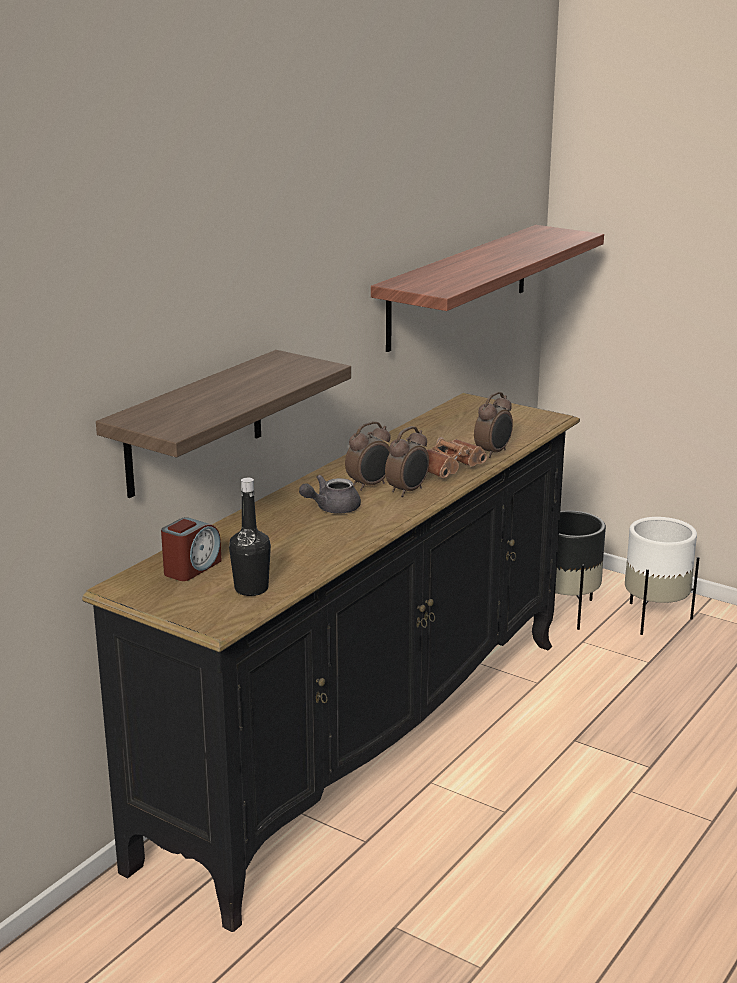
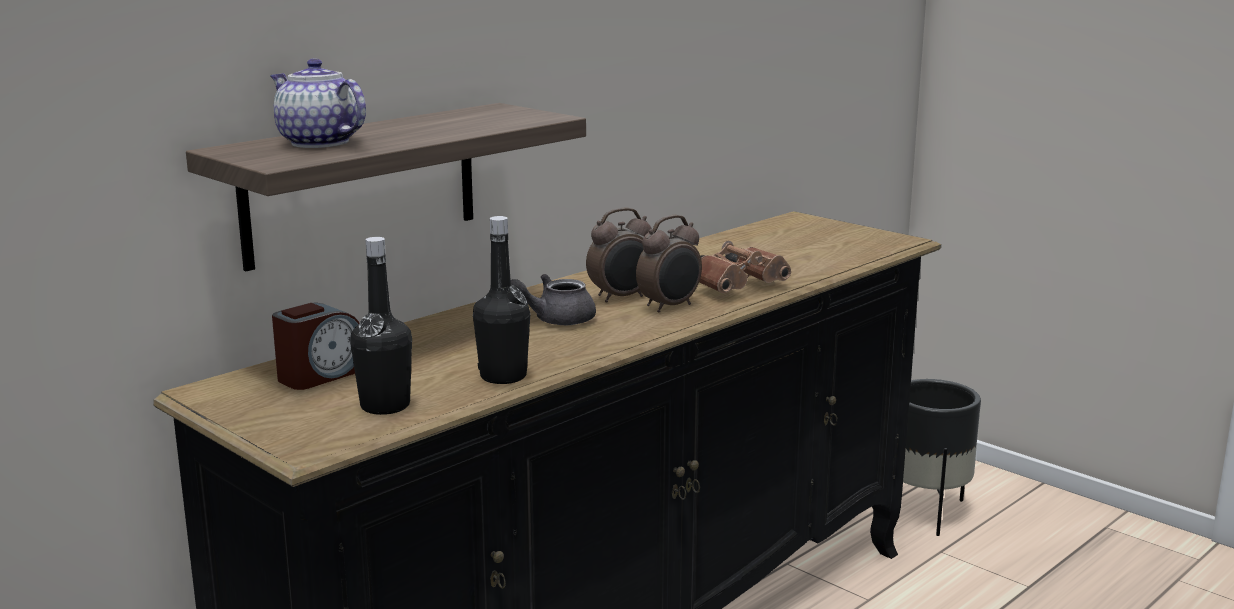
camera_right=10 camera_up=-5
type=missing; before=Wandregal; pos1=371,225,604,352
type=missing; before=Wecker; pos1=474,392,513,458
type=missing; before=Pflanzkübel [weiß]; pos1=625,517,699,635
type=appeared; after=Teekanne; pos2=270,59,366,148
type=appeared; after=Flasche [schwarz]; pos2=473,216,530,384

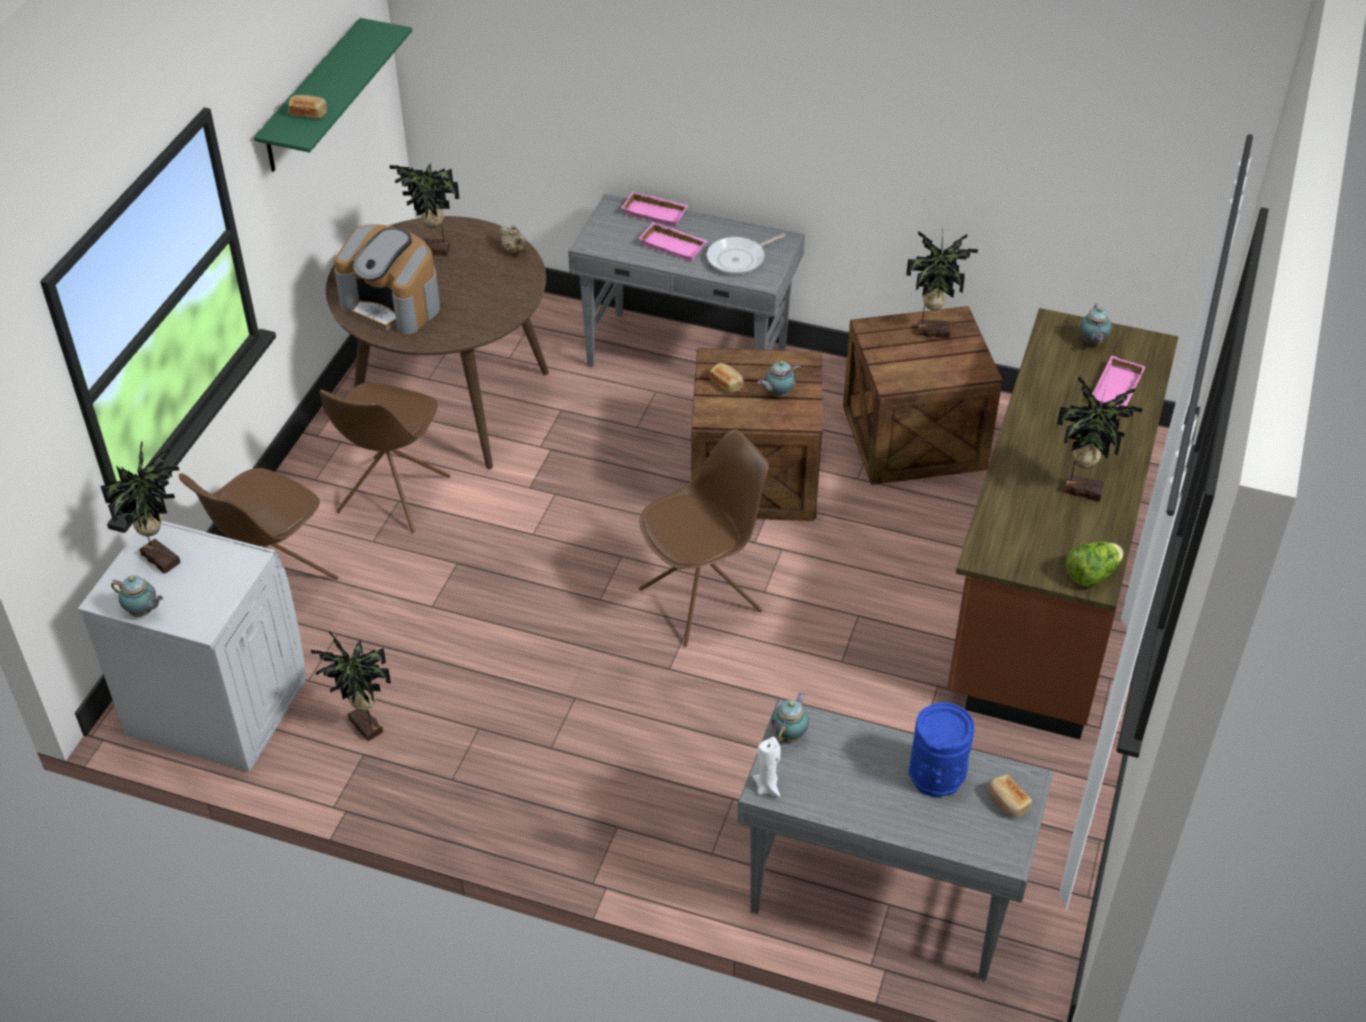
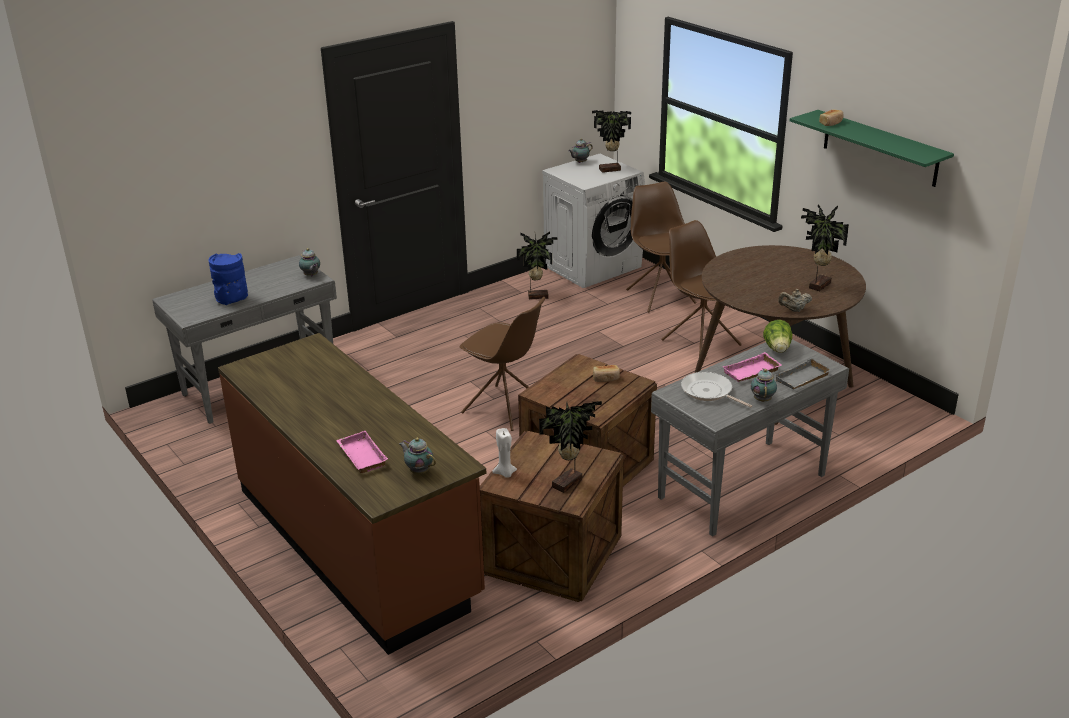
camera_right=125 camera_up=-15
type=missing; before=Kaffeemaschine; pos1=334,224,440,334
type=colour; before=Tablett [rosa]; after=Tablett [grau]; pos1=621,191,689,227; pos2=775,357,833,389
type=spun; before=Stuhl [braun]; pos1=639,429,769,646; pos2=459,297,545,431; turn=-60
type=spun; before=Pfanne; pos1=707,233,786,275; pos2=681,372,752,408; turn=-45
type=relocated; before=Kerze [weiß]; pos1=753,737,781,797; pos2=492,428,517,478
type=relocated; before=Teekanne; pos1=758,361,802,397; pos2=751,369,777,402
type=missing; before=Brot; pos1=988,774,1032,818
type=missing; before=Topfpflanze; pos1=1057,376,1143,501
type=relocated; before=Salatkopf; pos1=1066,542,1123,587; pos2=763,320,792,353

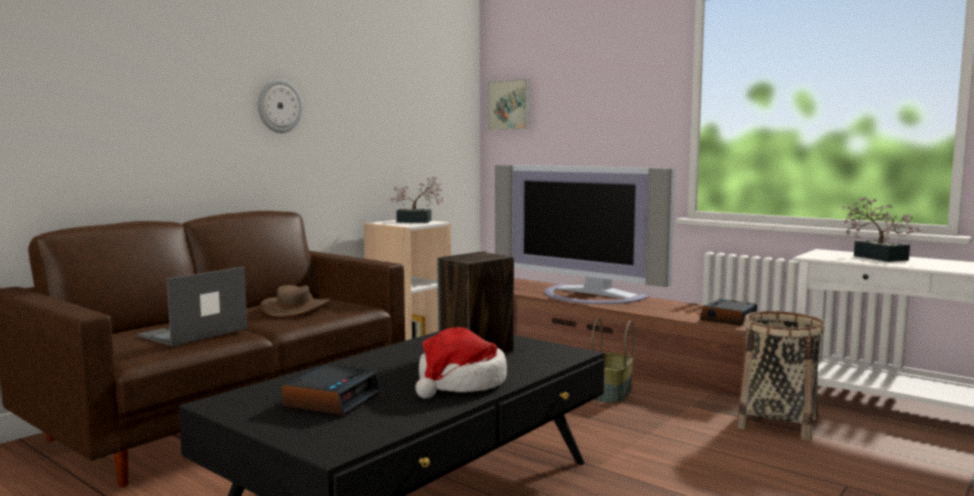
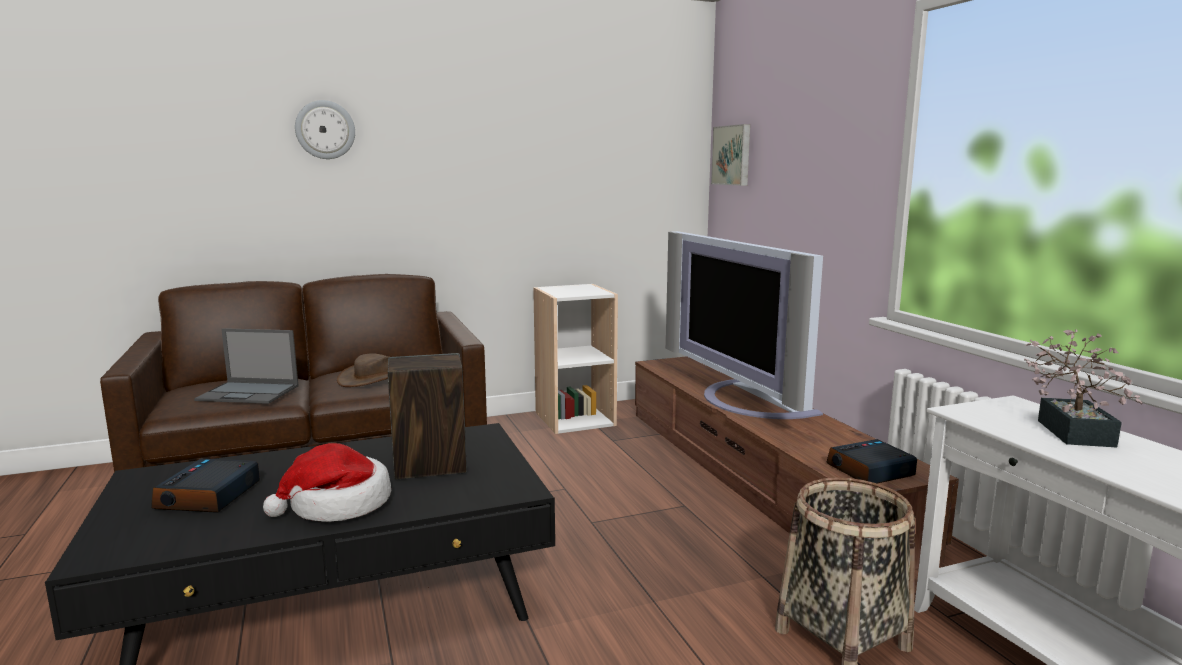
camera_right=30 camera_up=5
type=spun; before=Laptop; pos1=137,267,247,347; pos2=194,328,299,404; turn=-150
type=relocated; before=Wanduhr; pos1=257,79,303,133; pos2=295,100,355,159
type=spun; before=Wecker; pos1=281,365,381,416; pos2=151,458,260,513; turn=135
type=missing; before=Topfpflanze; pos1=389,177,443,223
type=missing; before=Korb; pos1=592,318,634,404

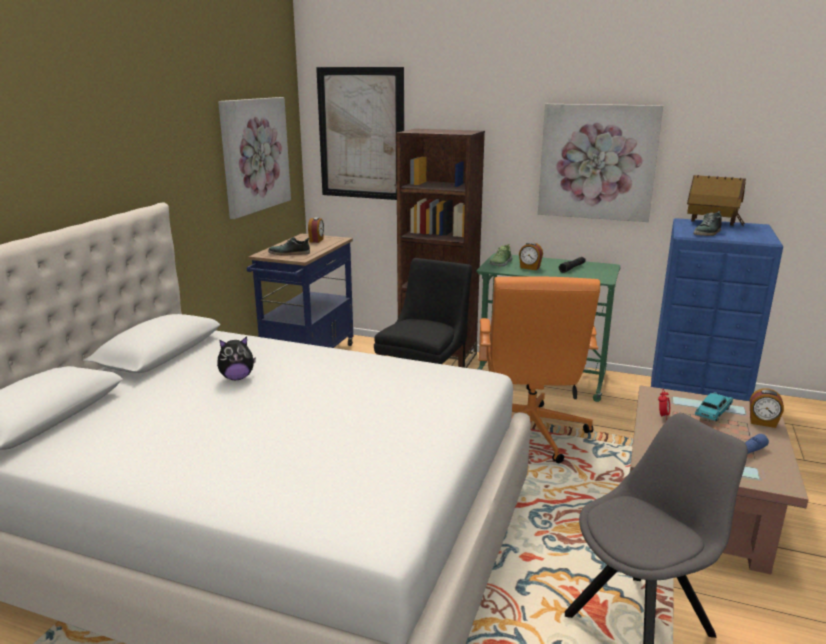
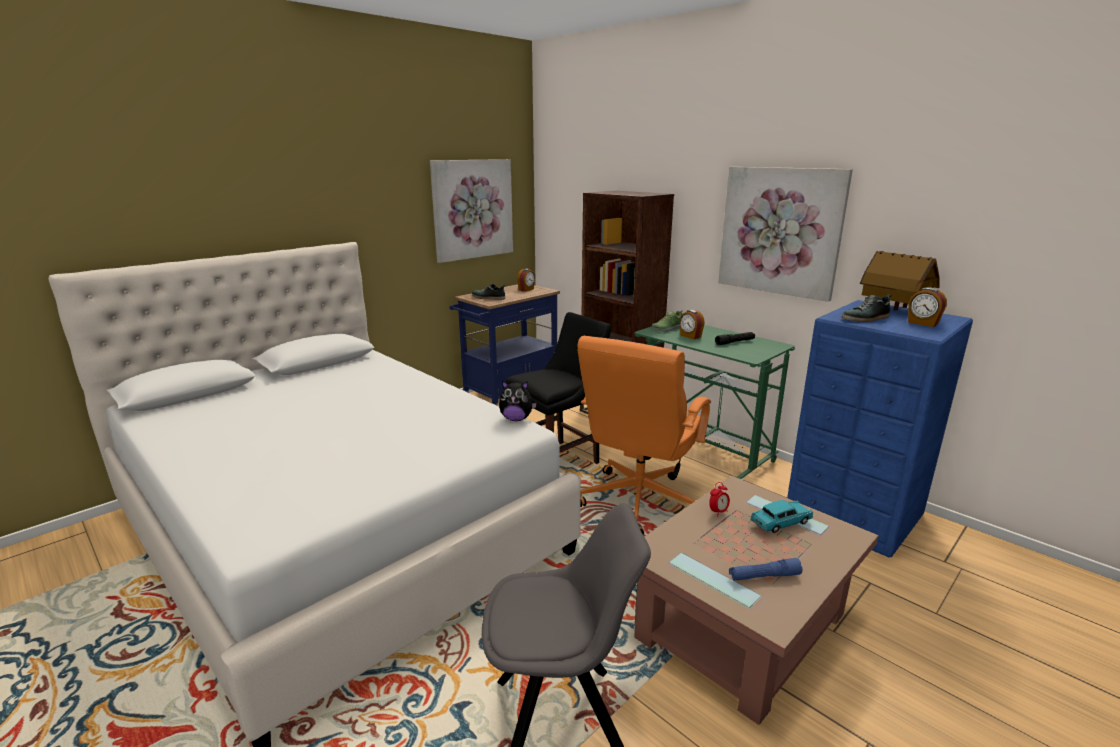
camera_right=25 camera_up=0
type=relocated; before=Plüschtier; pos1=217,337,256,380; pos2=499,380,537,421
type=missing; before=Bild; pos1=316,67,404,200
type=relocated; before=Wecker; pos1=750,389,784,428; pos2=908,287,947,327

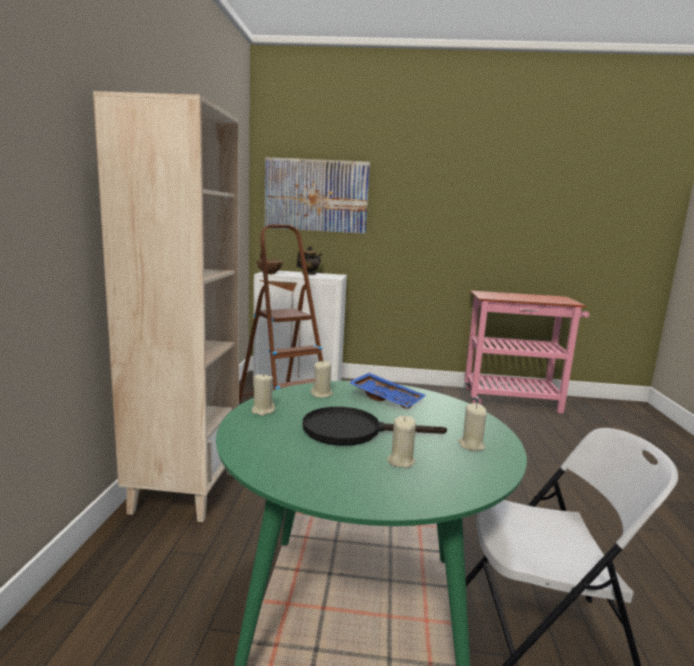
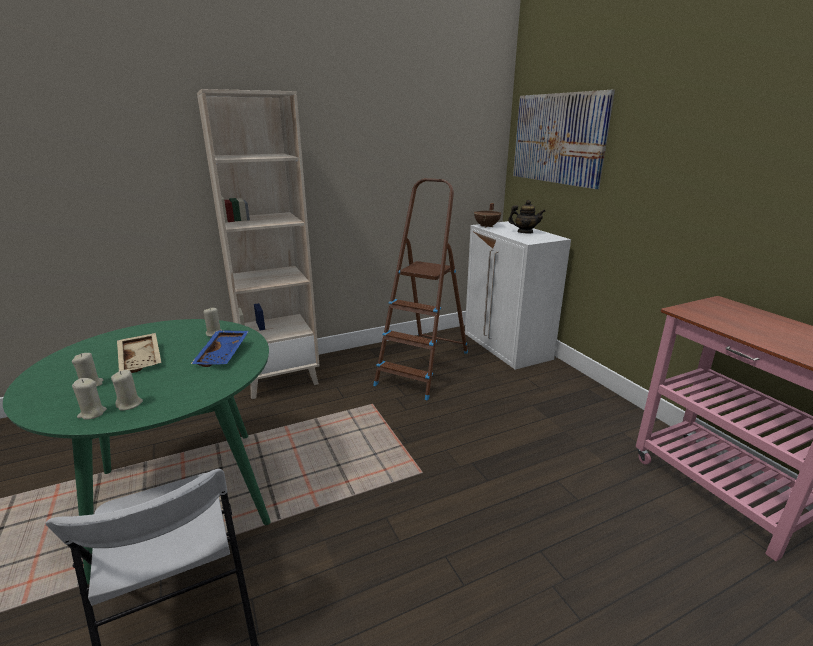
camera_right=60 camera_up=10
type=relocated; before=Kerze [beige]; pos1=252,373,275,416; pos2=72,378,107,420
type=exchanged; before=Pfanne [schwarz]; after=Tablett [beige]; pos1=303,407,447,446; pos2=117,333,161,373

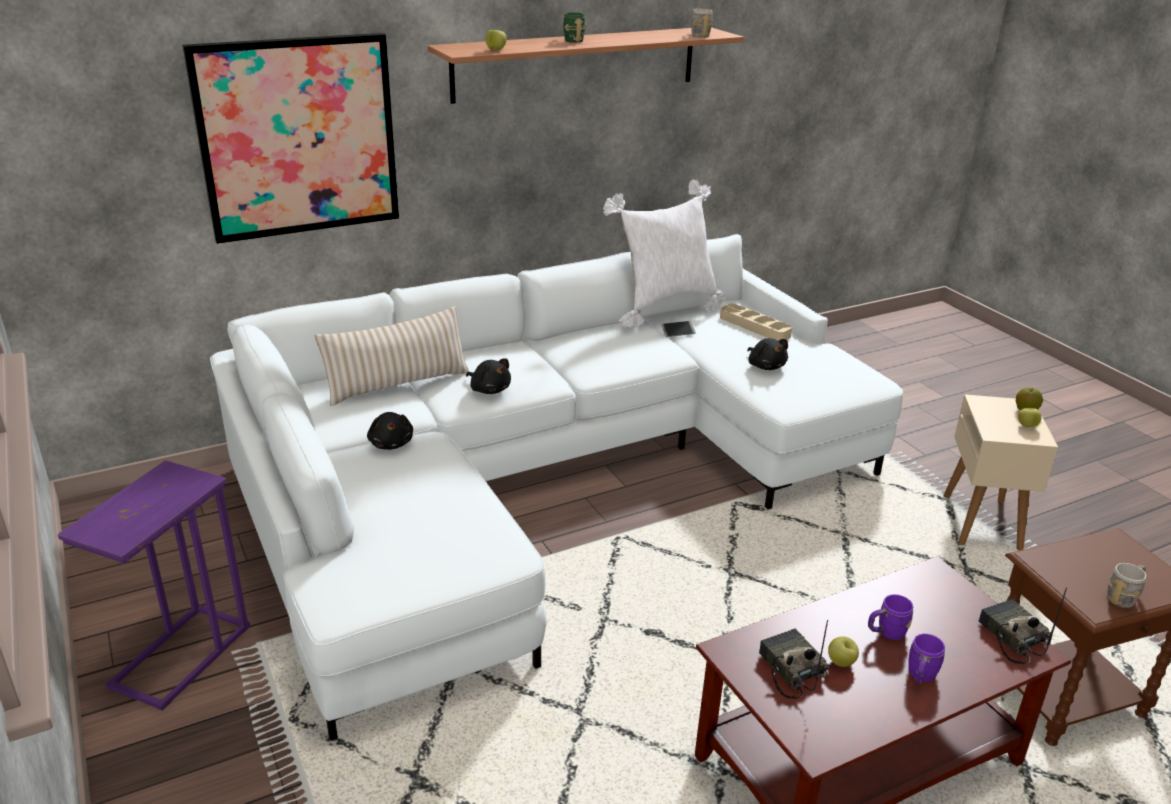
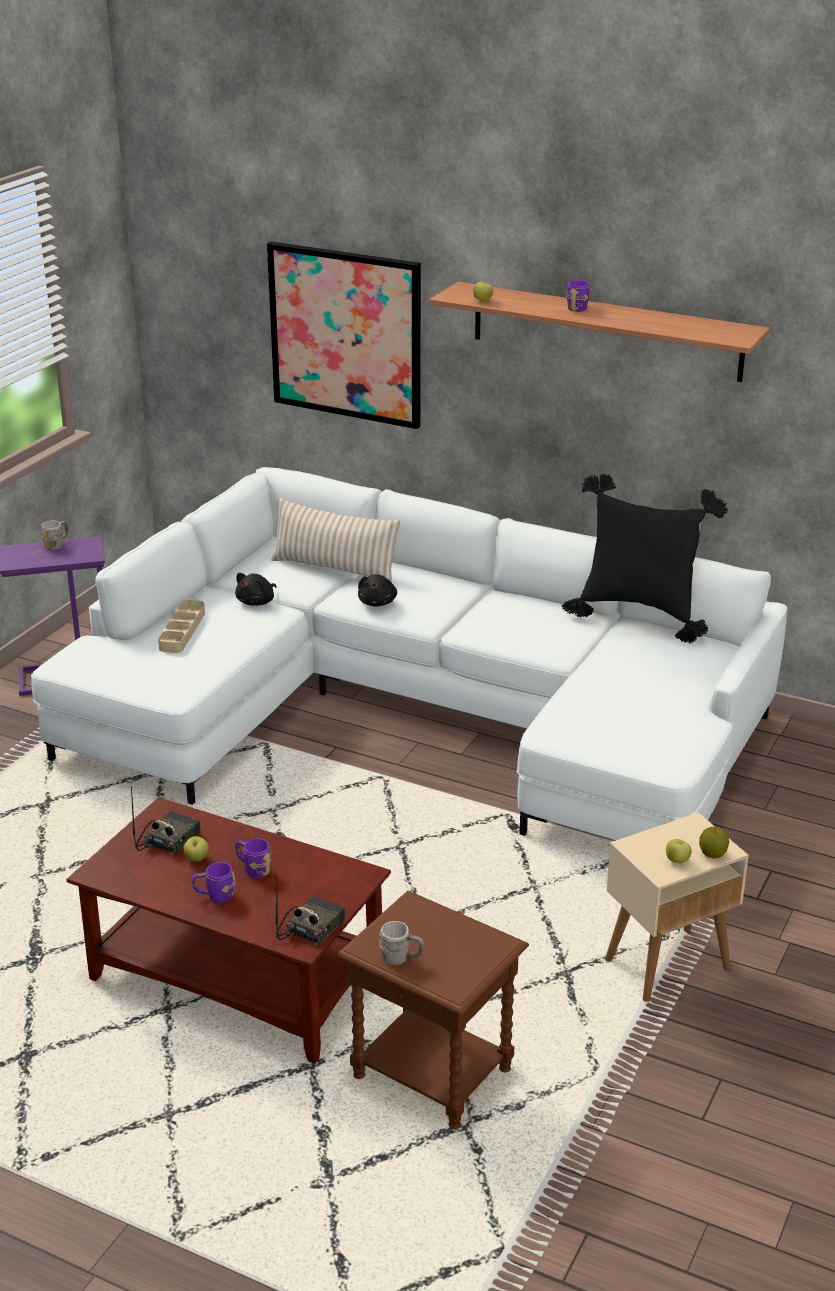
camera_right=55 camera_up=0
type=colour; before=Henkelbecher [grün]; after=Henkelbecher [lila]; pos1=564,12,586,43; pos2=566,280,589,312
type=colour; before=Kissen [weiß]; after=Kissen [schwarz]; pos1=603,179,726,328; pos2=562,473,728,644
type=missing; before=Handy; pos1=661,321,696,337
type=relocated; before=Henkelbecher [grau]; pos1=691,9,713,38; pos2=41,521,69,550
type=relocated; before=Tablett [beige]; pos1=720,303,792,341; pos2=158,600,205,653
type=missing; before=Plüschtier [schwarz]; pos1=747,338,788,370

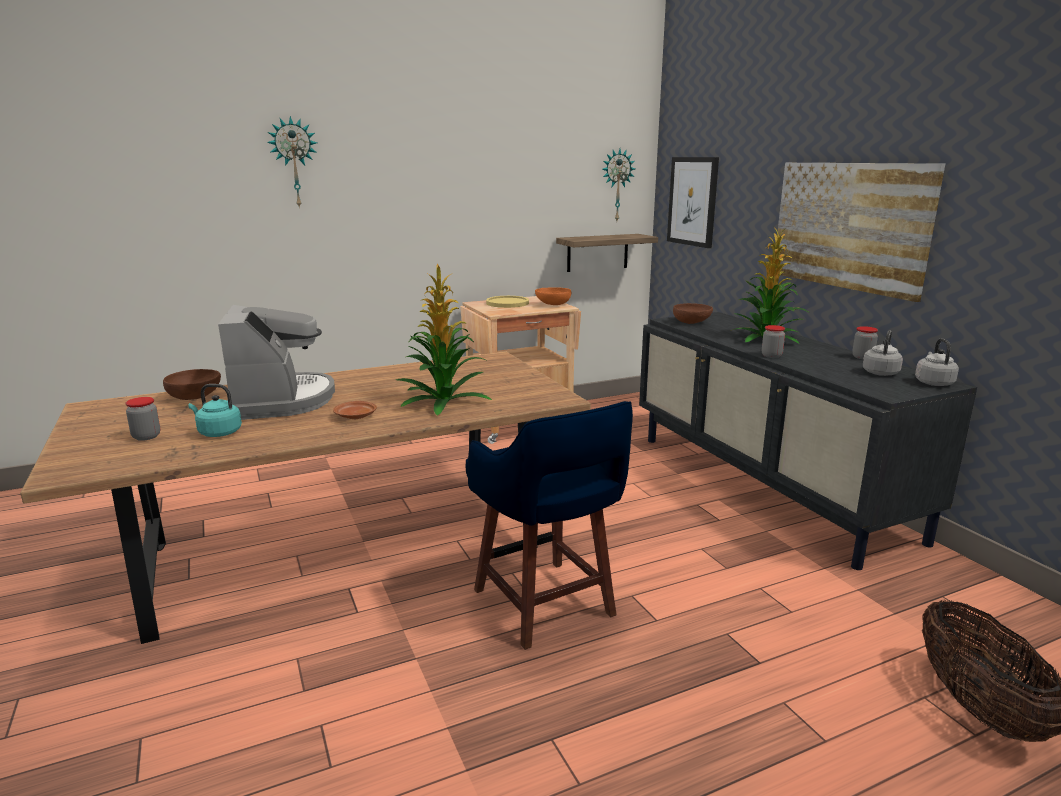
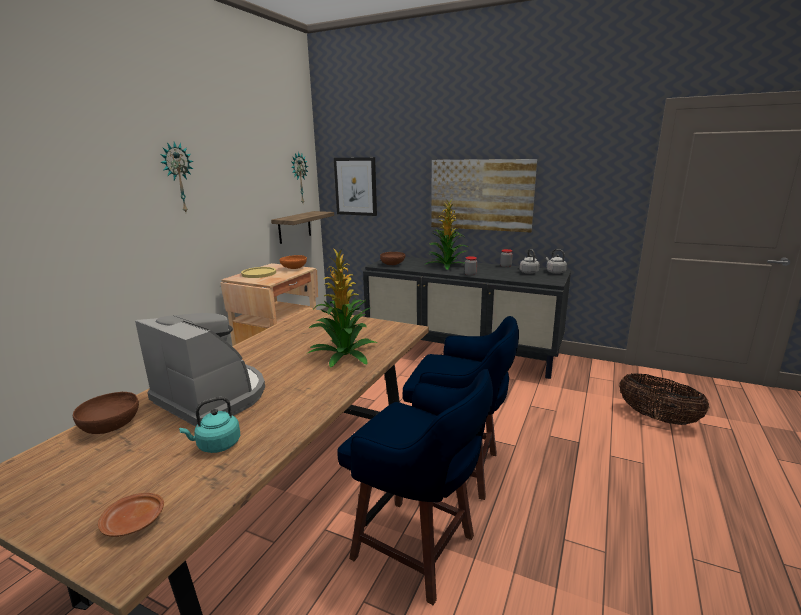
camera_right=-40 camera_up=0
type=missing; before=Vorratsglas; pos1=125,397,160,441
type=relocated; before=Wanduhr; pos1=267,116,317,209; pos2=160,142,193,212
type=relocated; before=Teller [braun]; pos1=333,401,377,419; pos2=98,493,164,537
type=appeared; after=Hocker [blau]; pos2=337,369,493,605

